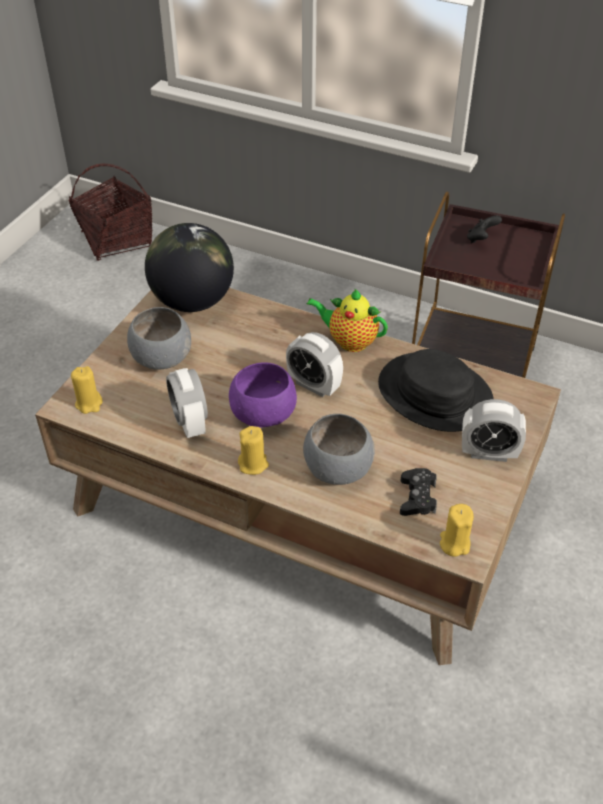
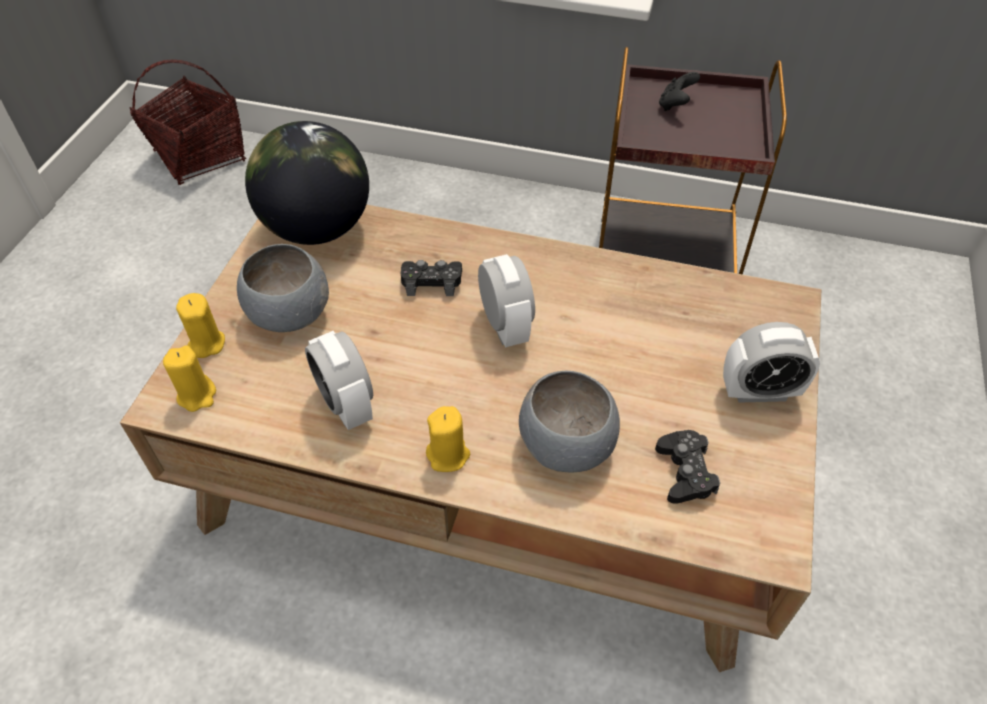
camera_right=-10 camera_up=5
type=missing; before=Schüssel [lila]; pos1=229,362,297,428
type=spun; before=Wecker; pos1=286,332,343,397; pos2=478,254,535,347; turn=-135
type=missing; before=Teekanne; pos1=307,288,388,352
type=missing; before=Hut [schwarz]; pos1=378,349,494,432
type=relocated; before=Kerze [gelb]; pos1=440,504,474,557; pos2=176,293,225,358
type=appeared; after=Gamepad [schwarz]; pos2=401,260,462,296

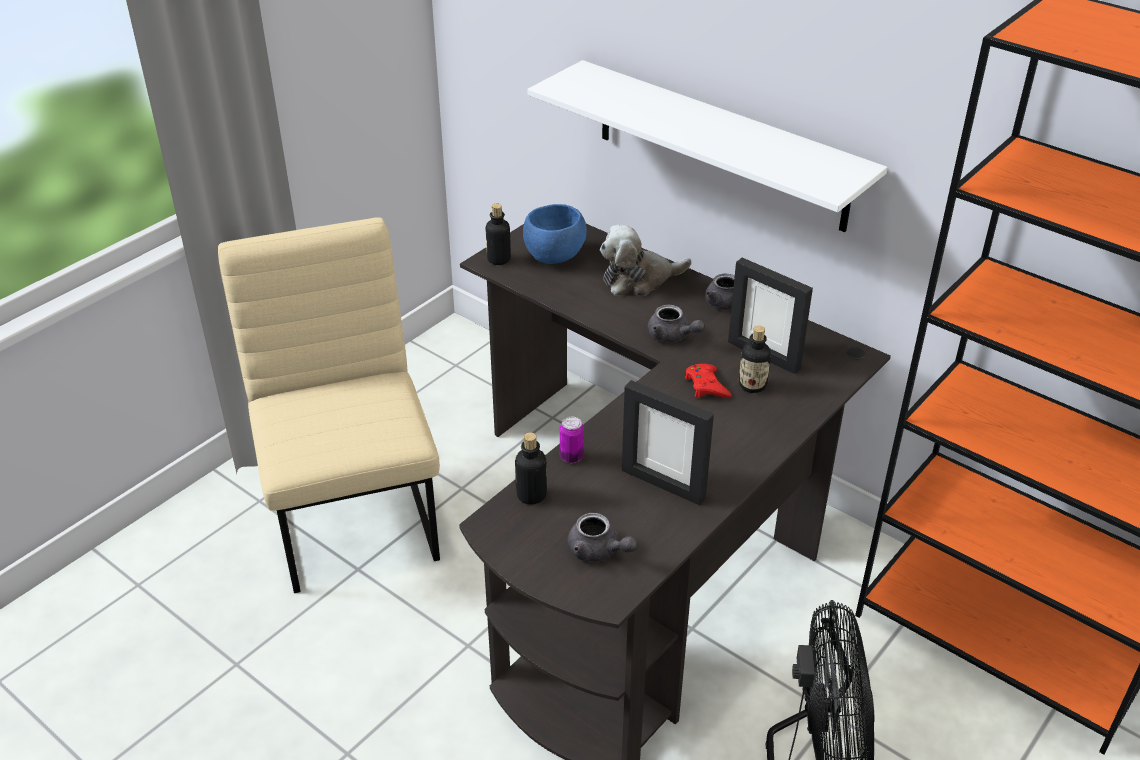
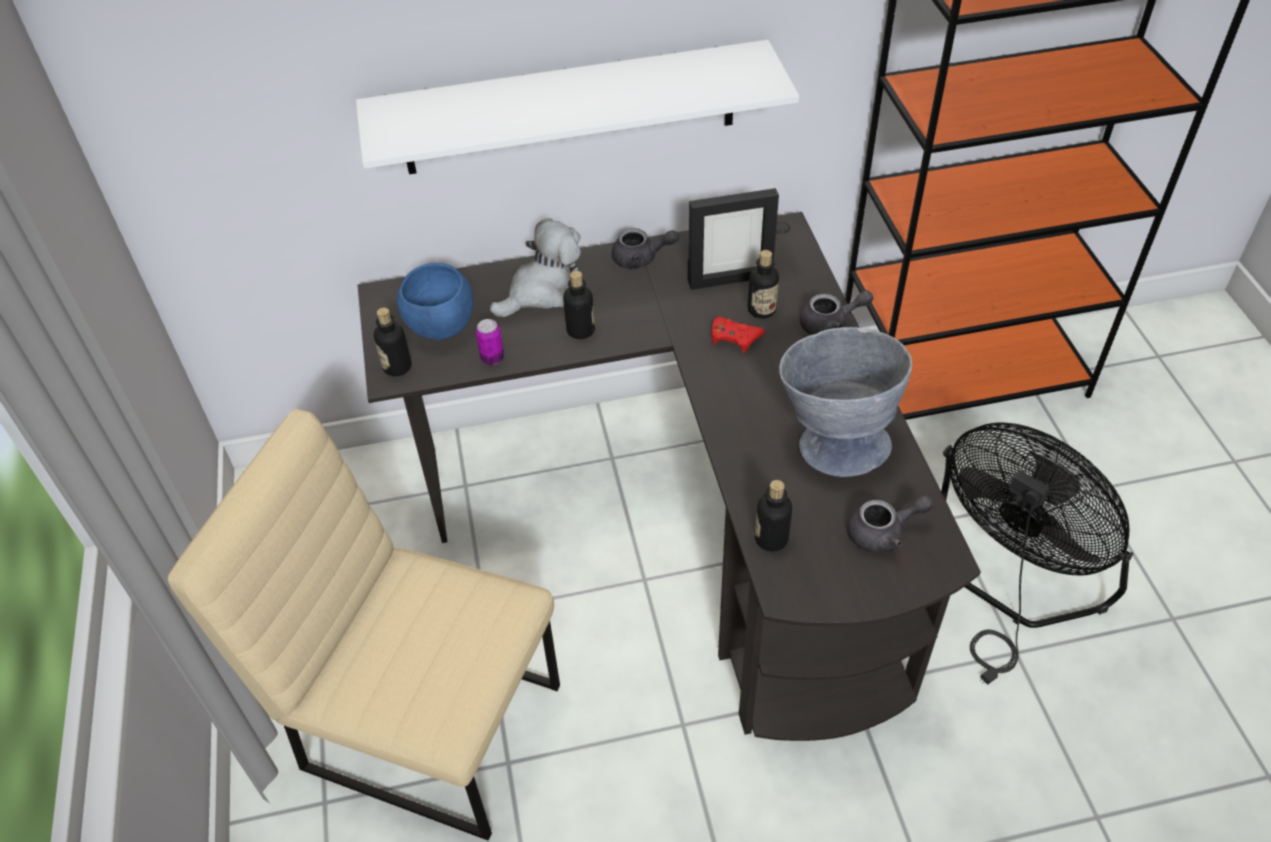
camera_right=-50 camera_up=10
type=relocated; before=Dose; pos1=560,417,584,463; pos2=476,319,504,365
type=spun; before=Plüschtier; pos1=600,224,692,296; pos2=490,218,581,317; turn=-150
type=exchanged; before=Bilderrahmen; after=Schüssel [grau]; pos1=622,380,714,505; pos2=779,327,912,477
type=relocated; before=Teekanne [grau]; pos1=647,305,705,343; pos2=800,290,874,335
type=appeared; after=Flasche; pos2=563,271,595,339

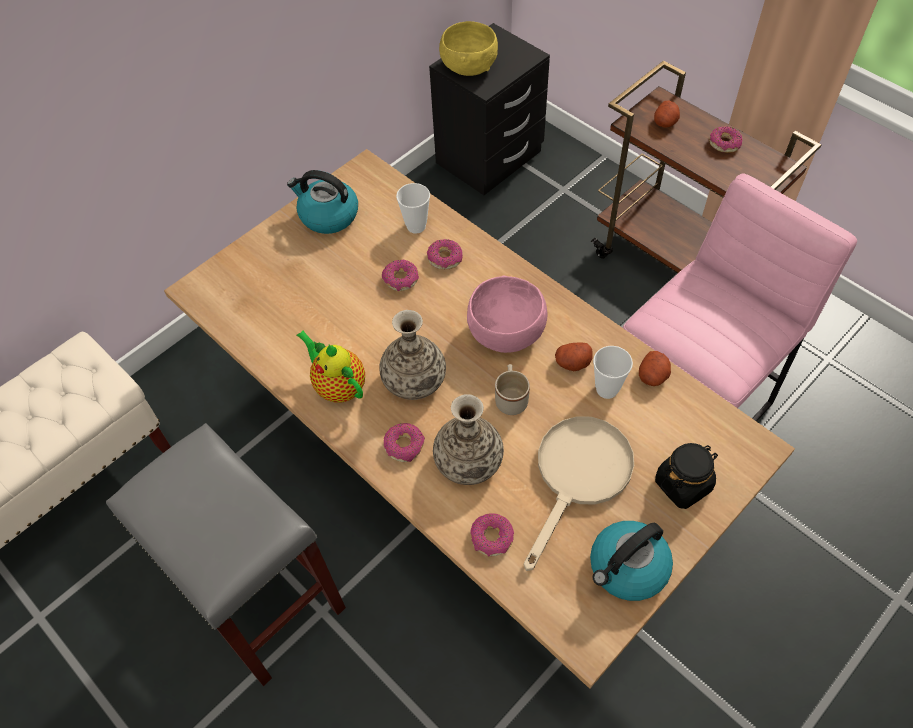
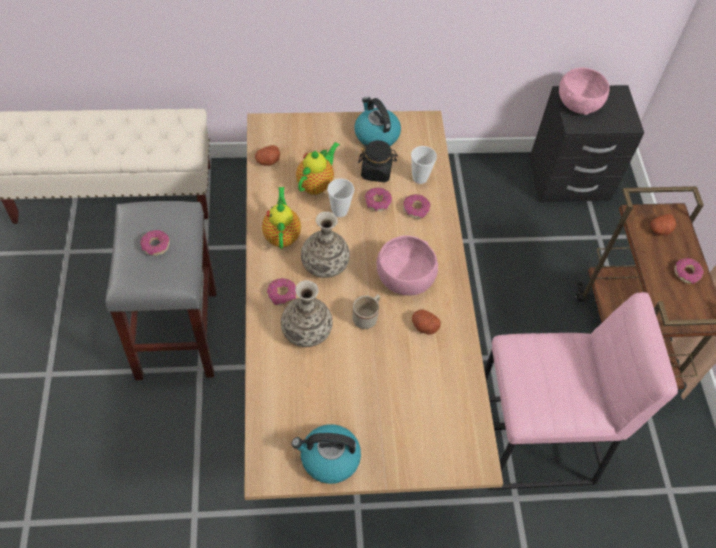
camera_right=35 camera_up=0
type=colour; before=Schüssel [gelb]; after=Schüssel [rosa]; pos1=439,21,498,76; pos2=559,68,609,115
type=relocated; before=Donut; pos1=470,513,514,557; pos2=140,230,170,256
type=missing; before=Pfanne [beige]; pos1=524,416,634,571
type=relocated; before=Tasse; pos1=593,346,633,399; pos2=327,179,354,217
type=relocated; before=Kartoffel; pos1=639,351,671,386; pos2=255,145,280,166
type=relocated; before=Vorratsglas [schwarz]; pos1=655,443,718,509; pos2=358,140,398,182
type=appeared; after=Teekanne; pos2=296,142,340,195

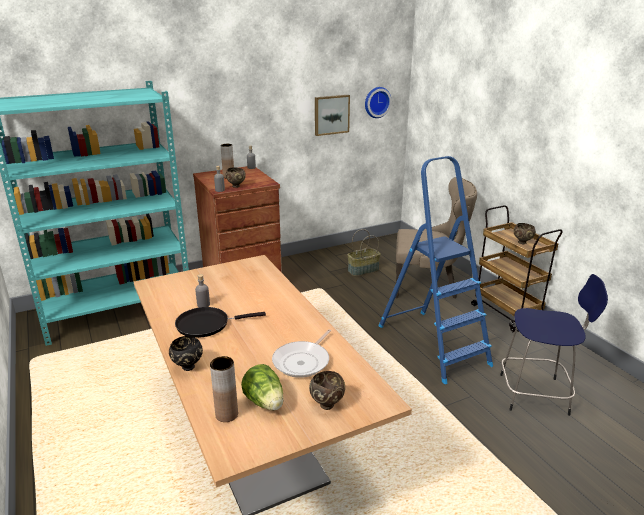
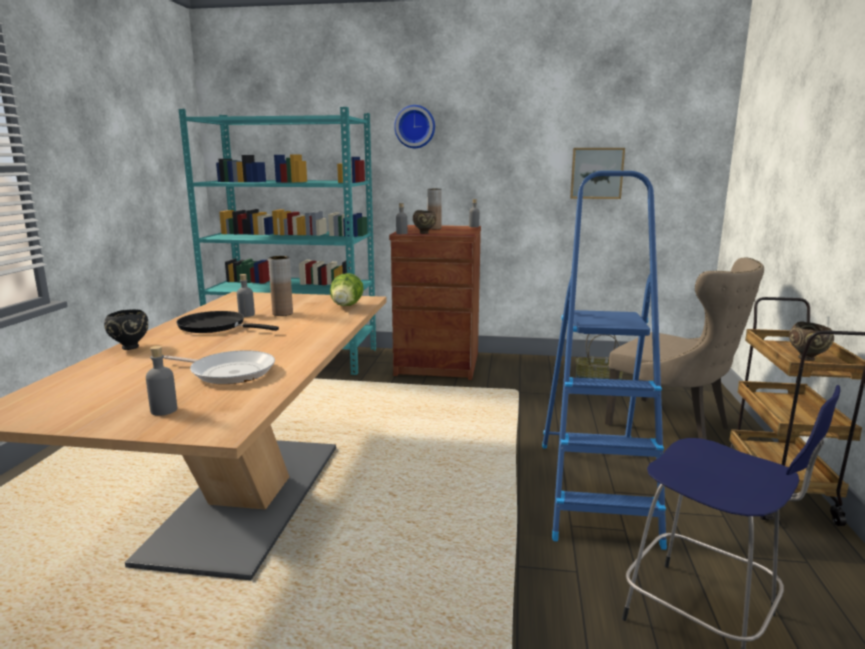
camera_right=35 camera_up=-10
type=relocated; before=Vase [braun]; pos1=210,356,238,422; pos2=268,256,293,316
type=relocated; before=Salatkopf; pos1=241,364,284,411; pos2=330,273,364,306
type=spun; before=Pfanne; pos1=272,329,331,378; pos2=164,350,275,384; turn=-135
type=exchanged; before=Schüssel [braun]; after=Flasche [grau]; pos1=309,371,345,410; pos2=146,346,177,416
type=relocated; before=Wanduhr; pos1=365,87,392,118; pos2=394,105,435,148

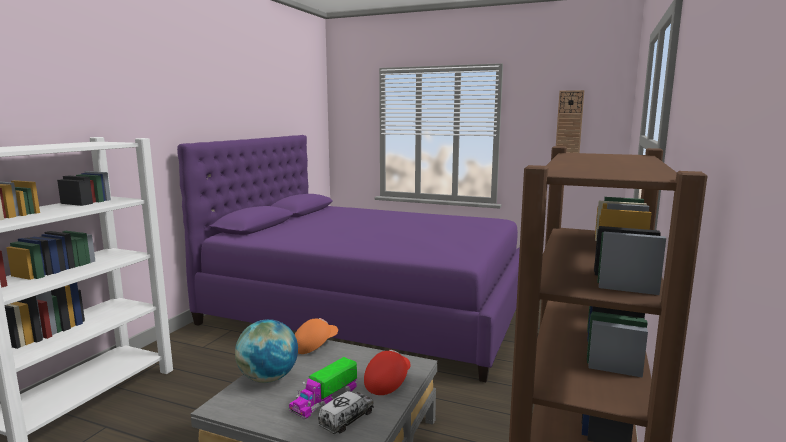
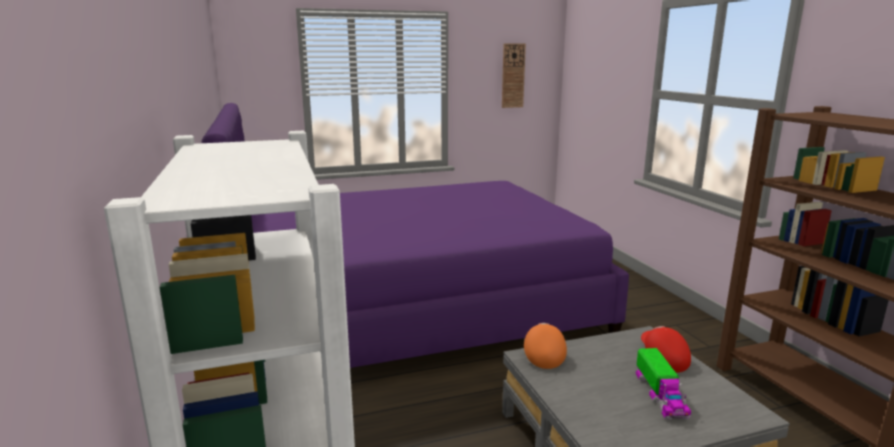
camera_right=-40 camera_up=5
type=missing; before=Globus; pos1=235,319,298,383
type=missing; before=Spielzeuglaster; pos1=318,391,374,434

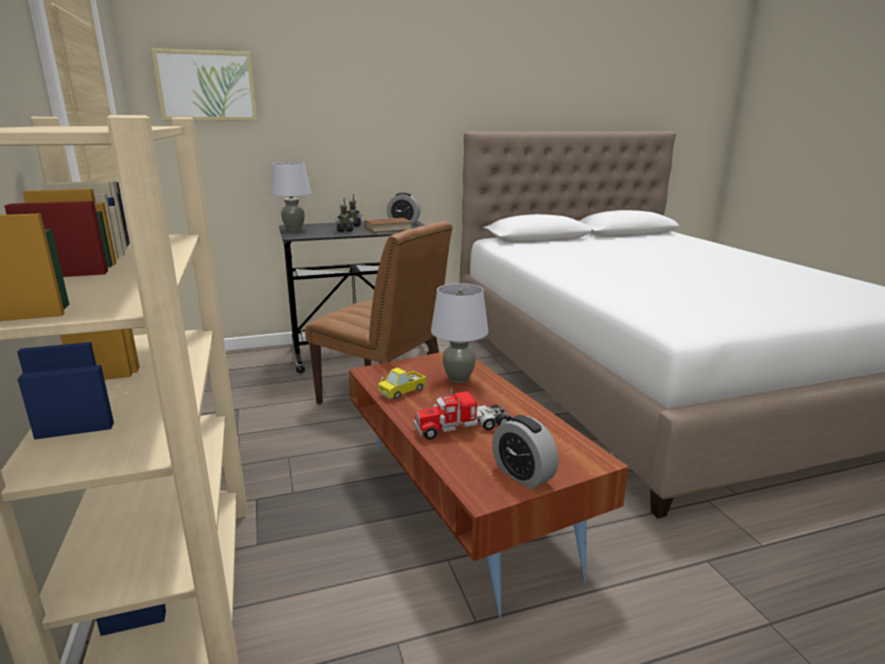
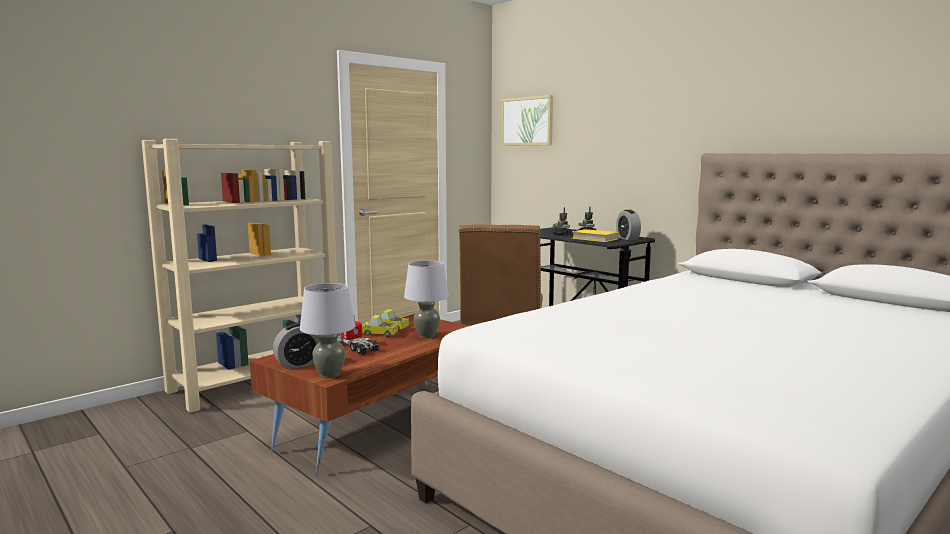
camera_right=65 camera_up=-10
type=relocated; before=Tischlampe [grau]; pos1=271,162,311,231; pos2=300,283,355,378
type=colour; before=Buch [braun]; after=Buch [gelb]; pos1=360,218,412,232; pos2=572,229,619,242
type=spun; before=Wecker; pos1=492,415,559,489; pos2=273,323,320,369; turn=-150
type=appeared; after=Spielzeuglaster; pos2=362,315,398,337

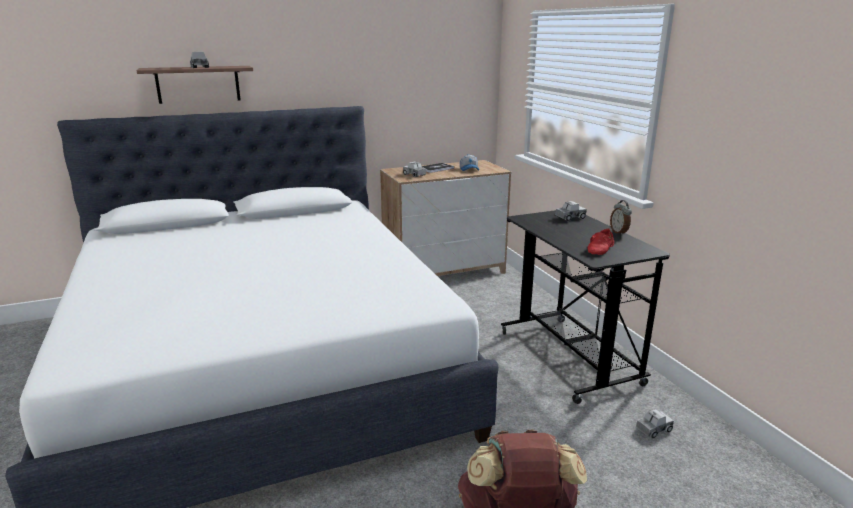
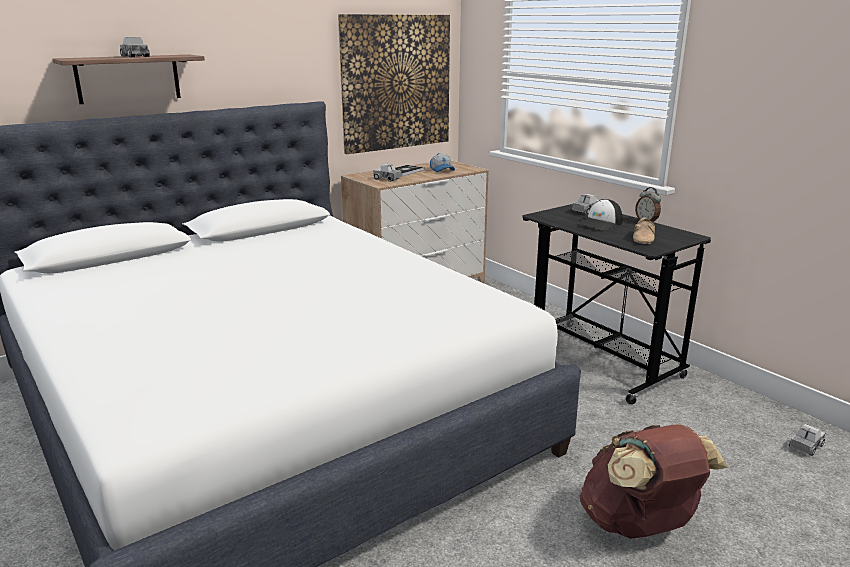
camera_right=-15 camera_up=0
type=colour; before=Schuh [rot]; after=Schuh [beige]; pos1=587,228,614,255; pos2=633,217,655,244
type=relocated; before=Spielzeuglaster; pos1=636,409,674,439; pos2=789,424,825,456
type=appeared; after=Bild; pos2=338,14,450,154
type=appeared; after=Kappe; pos2=577,199,623,230

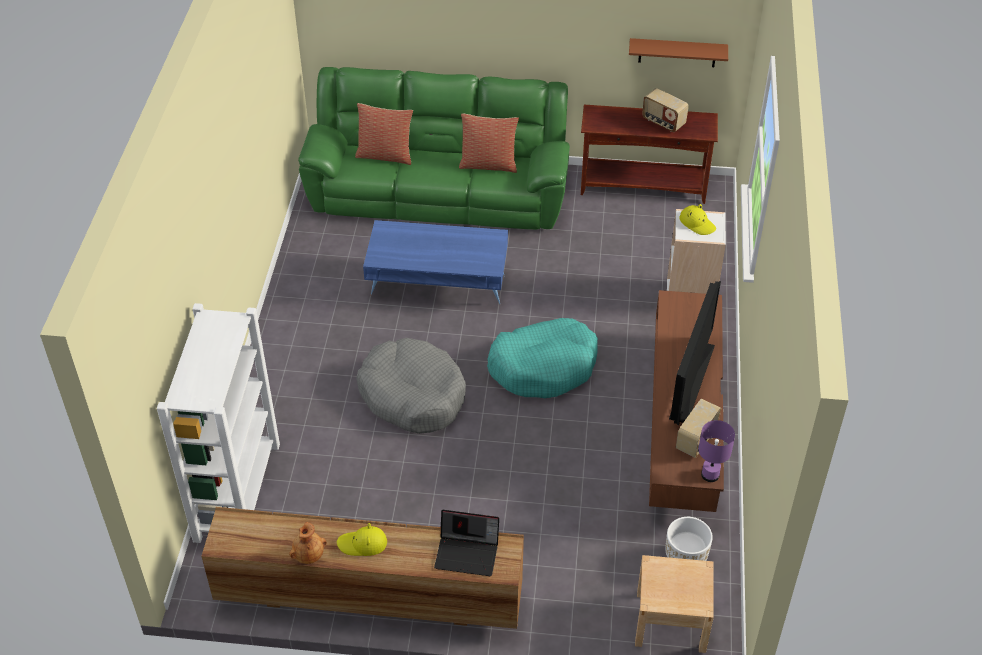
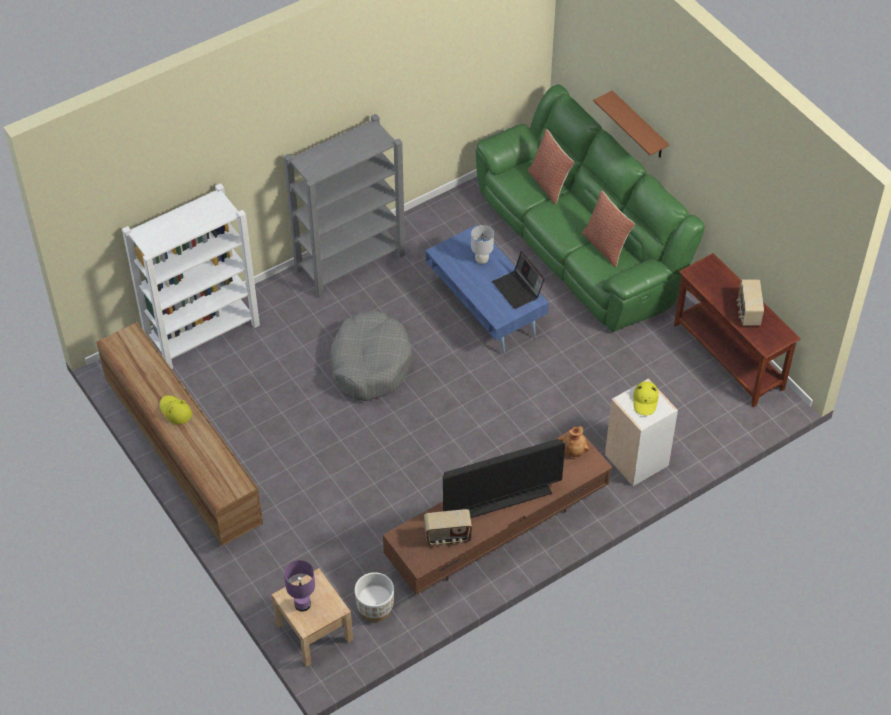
camera_right=50 camera_up=5
type=relocated; before=Vase [braun]; pos1=289,522,327,564; pos2=560,426,589,457
type=relocated; before=Laptop; pos1=434,510,499,576; pos2=492,251,544,309
type=missing; before=Hundebett [türkis]; pos1=487,318,598,398
type=relocated; before=Wandregal [braun]; pos1=629,38,728,67; pos2=593,91,669,158
type=relocated; before=Tischlampe [lila]; pos1=699,420,735,482; pos2=284,560,315,612
type=appeared; after=Bücherregal [grau]; pos2=284,114,405,298
type=appeared; after=Tischlampe [grau]; pos2=471,225,494,264

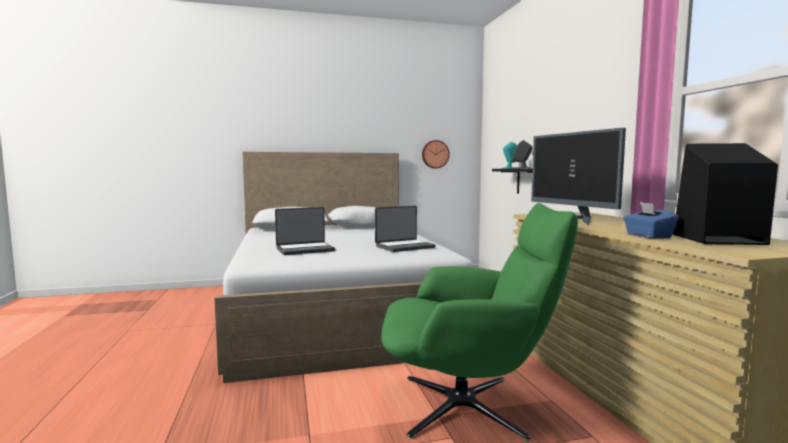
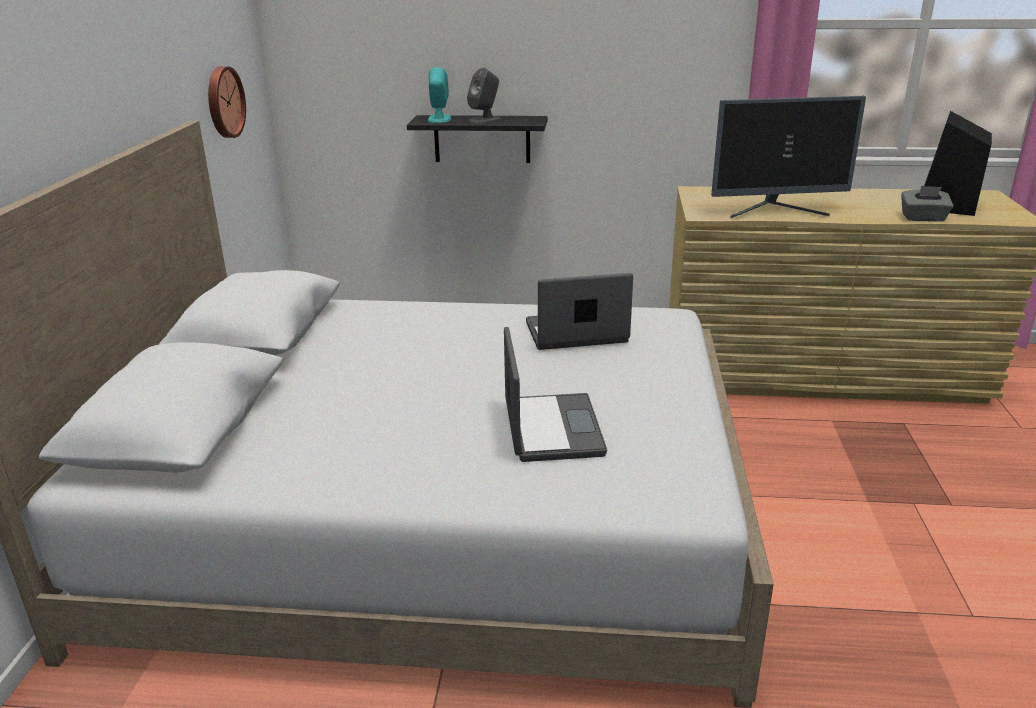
camera_right=-70 camera_up=20
type=spun; before=Laptop; pos1=375,206,436,252; pos2=526,273,633,350; turn=-90
type=missing; before=Sessel [grün]; pos1=381,203,578,441
type=colour; before=Taschentuchbox [blau]; after=Taschentuchbox [grau]; pos1=623,202,678,238; pos2=901,186,954,222

